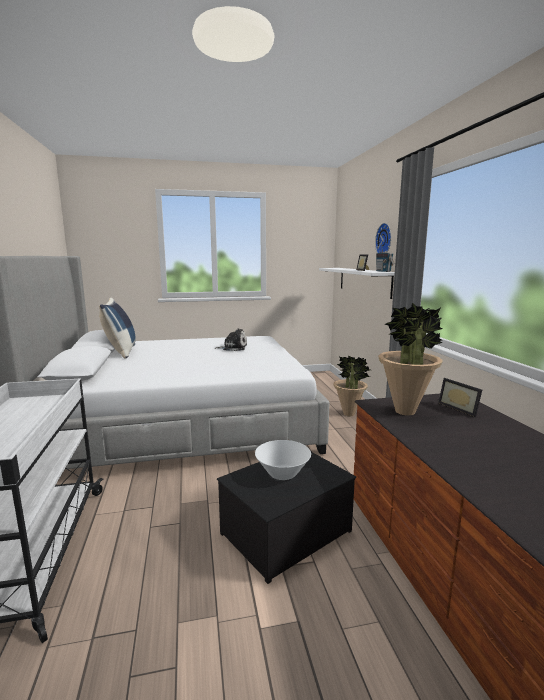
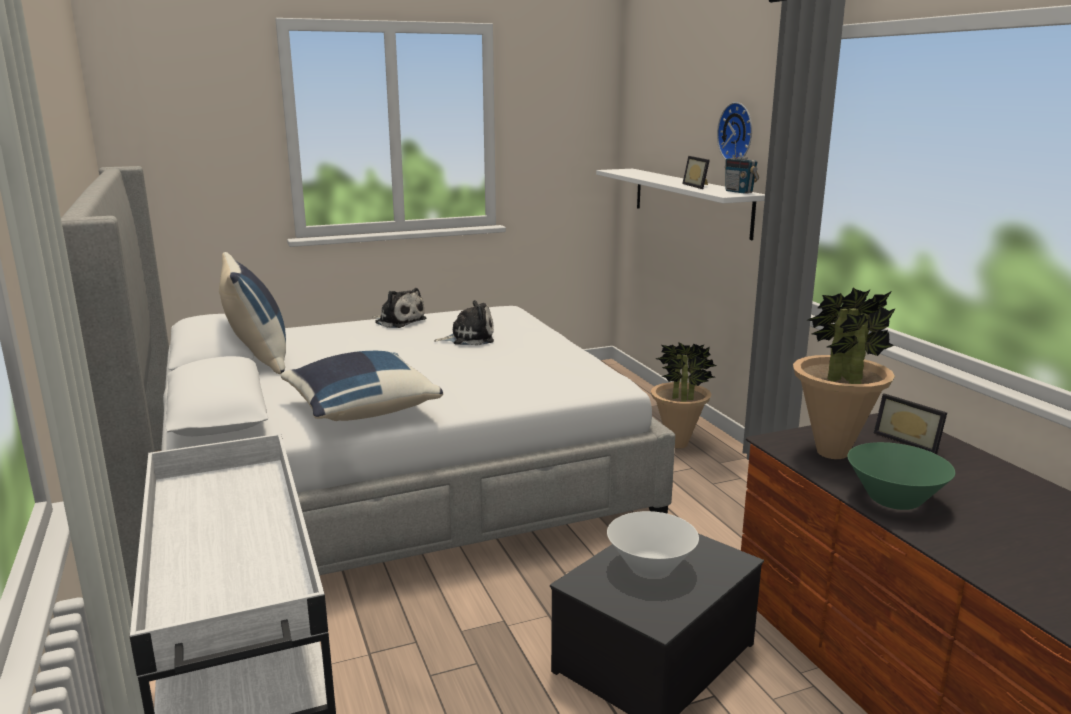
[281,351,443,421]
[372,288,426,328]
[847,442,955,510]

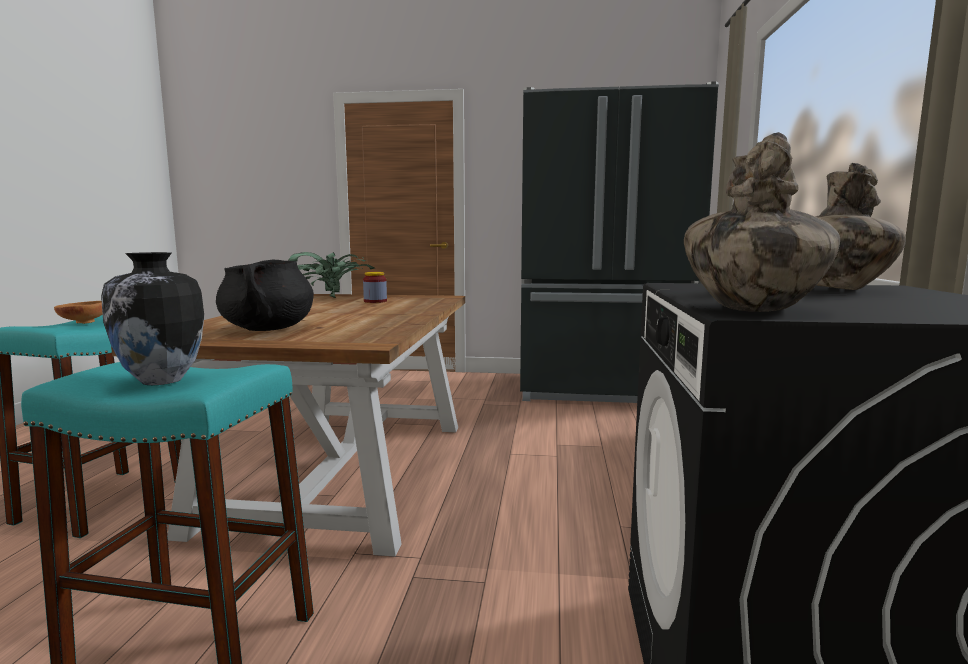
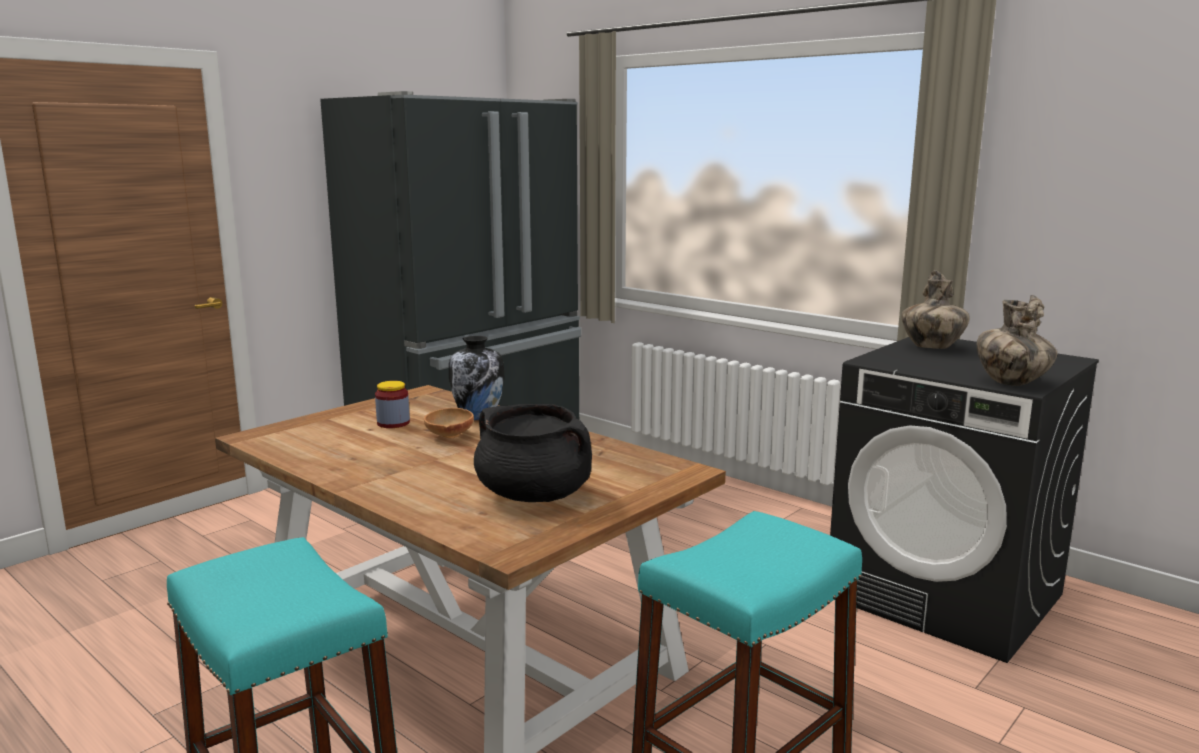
[288,252,375,298] (first image)
[424,408,474,438]
[449,336,505,420]

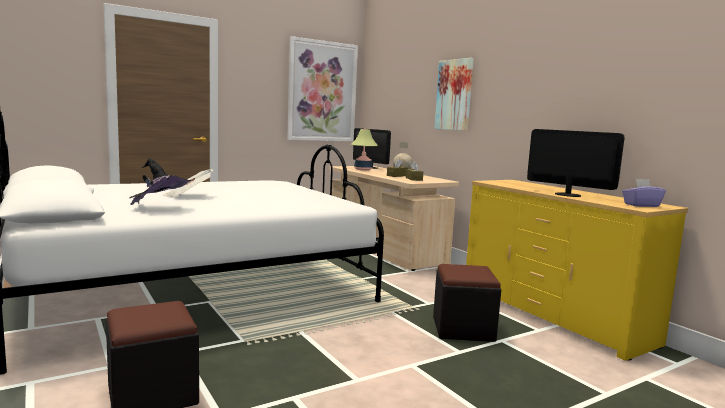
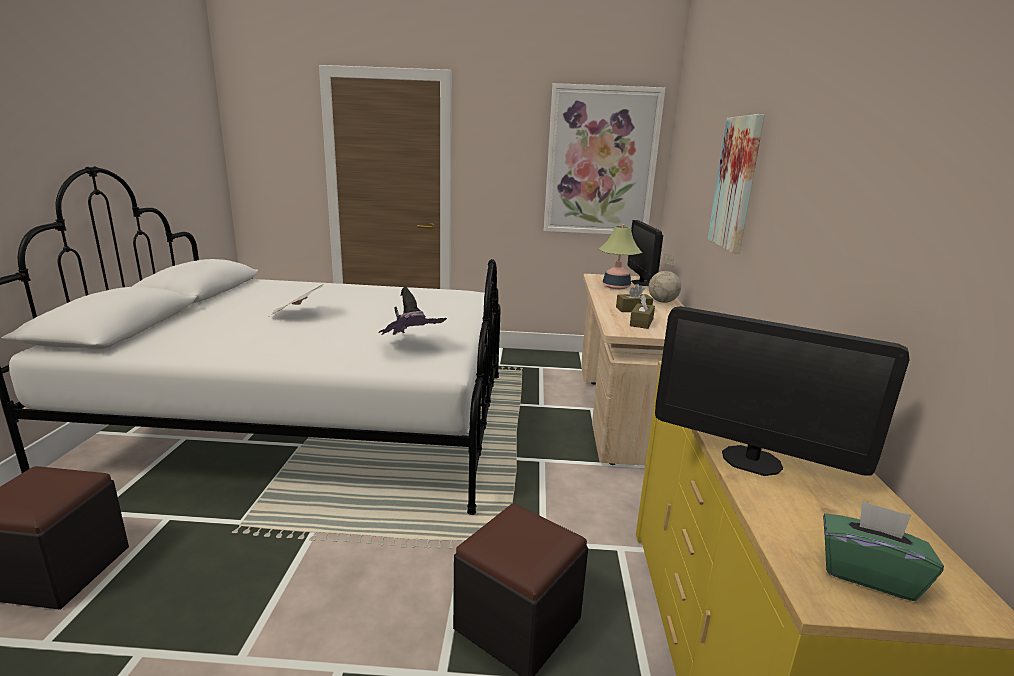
[378,286,447,335]
[823,500,944,601]
[655,306,910,476]

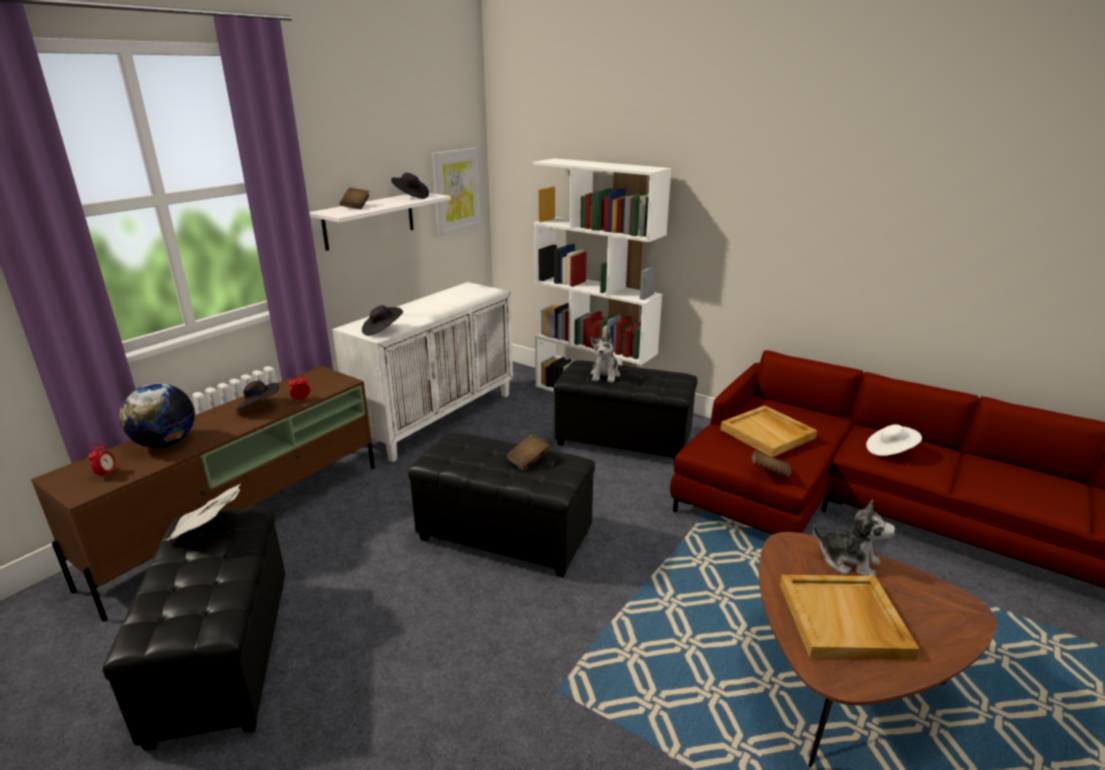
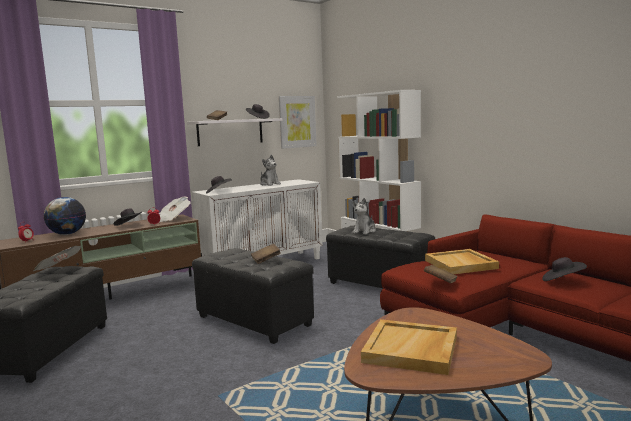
[159,197,191,222]
[260,154,281,186]
[542,257,587,281]

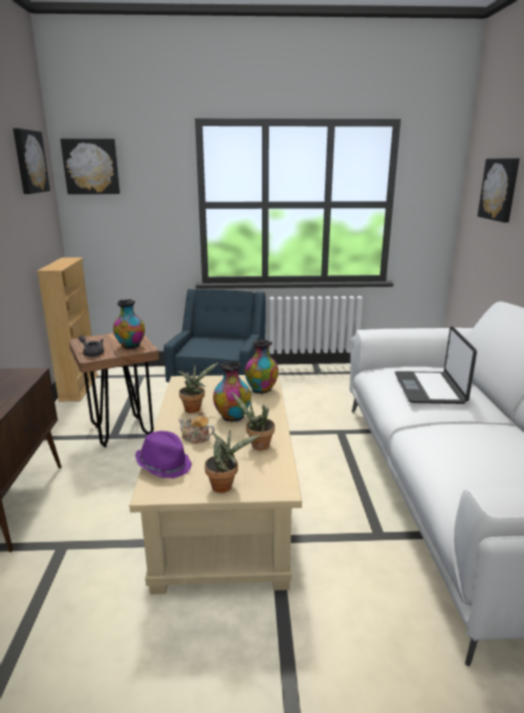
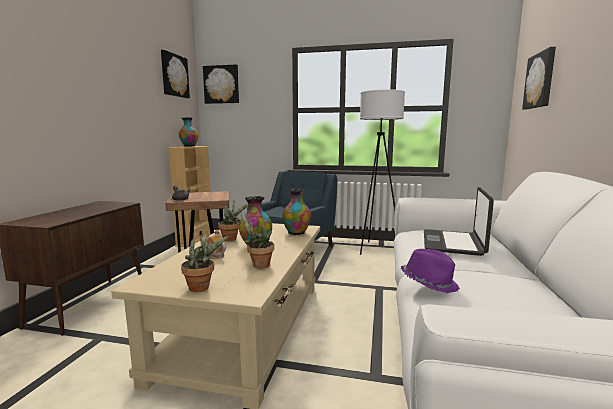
[360,89,405,255]
[179,117,198,147]
[401,249,460,293]

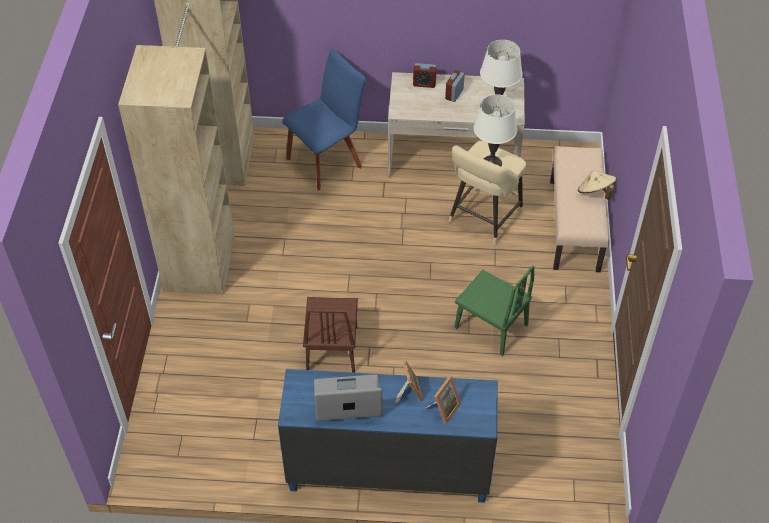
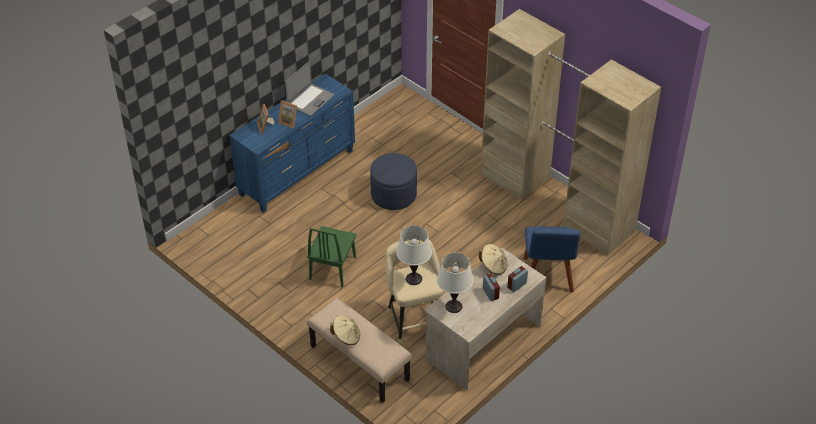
[479,244,508,275]
[370,153,417,210]
[307,226,356,287]

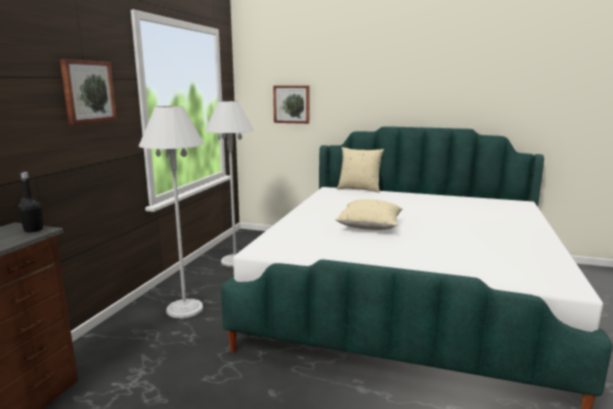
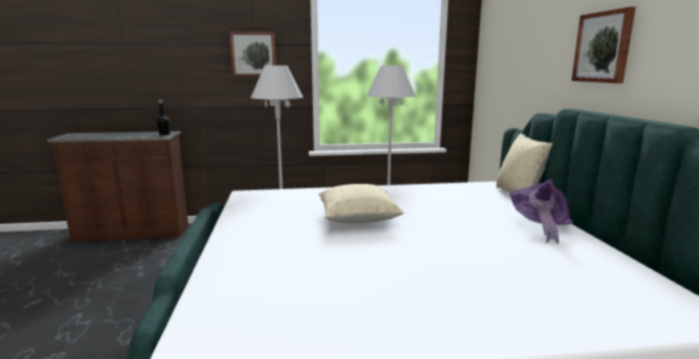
[510,180,574,243]
[572,7,636,83]

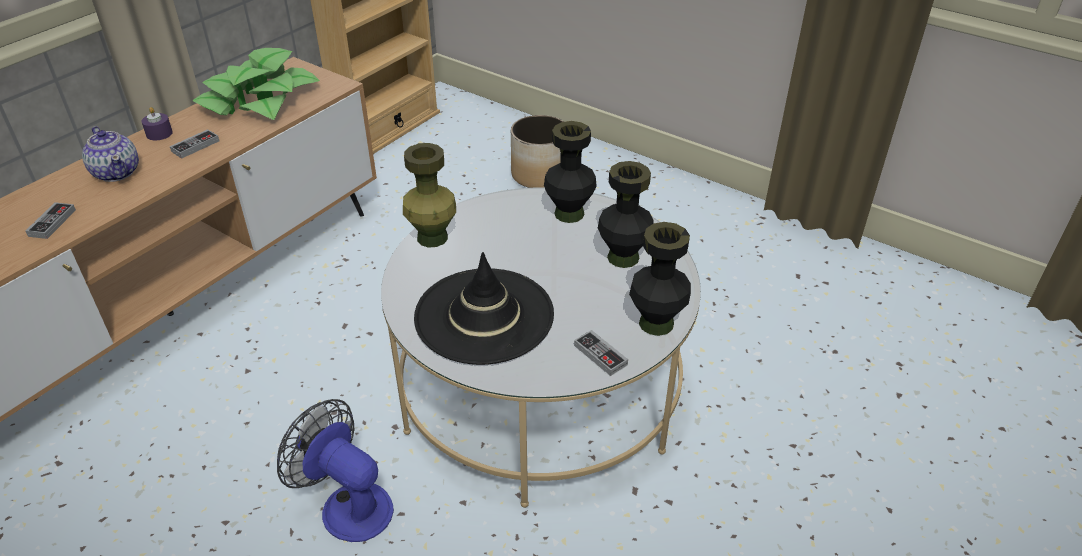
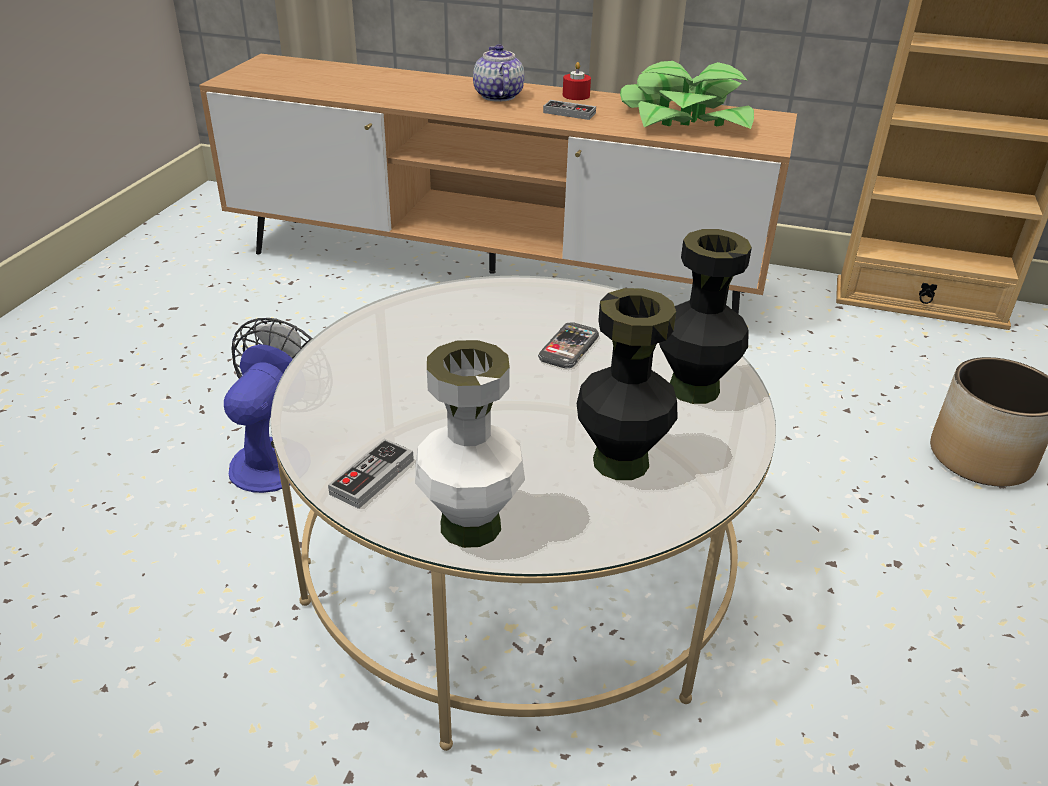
[26,202,76,239] (first image)
[403,143,456,248] (first image)
[414,252,554,365] (first image)
[538,322,599,368]
[563,62,591,100]
[415,340,525,548]
[473,45,524,101]

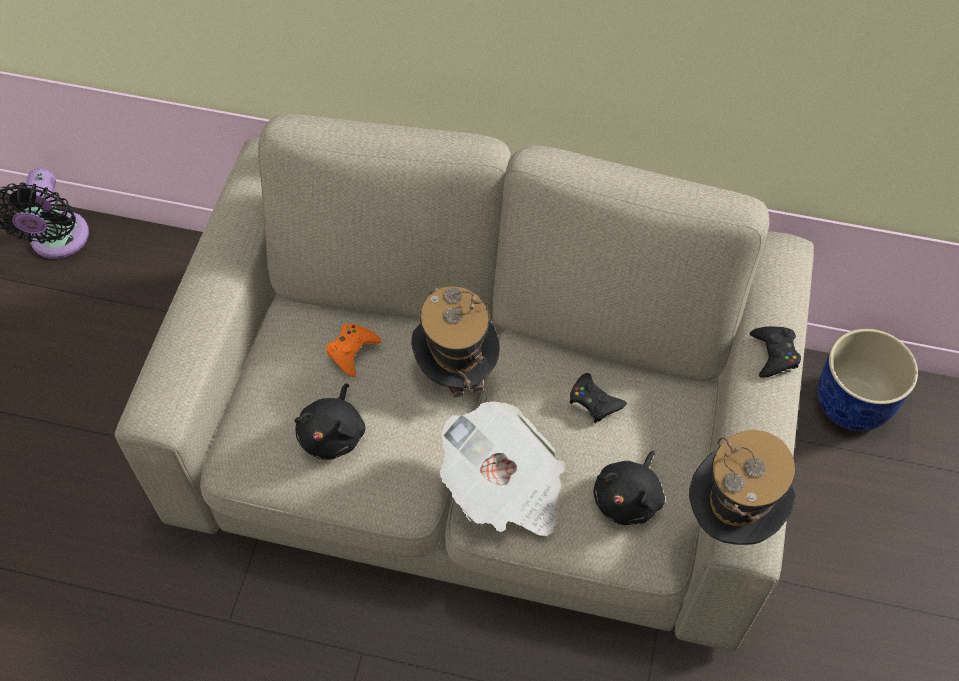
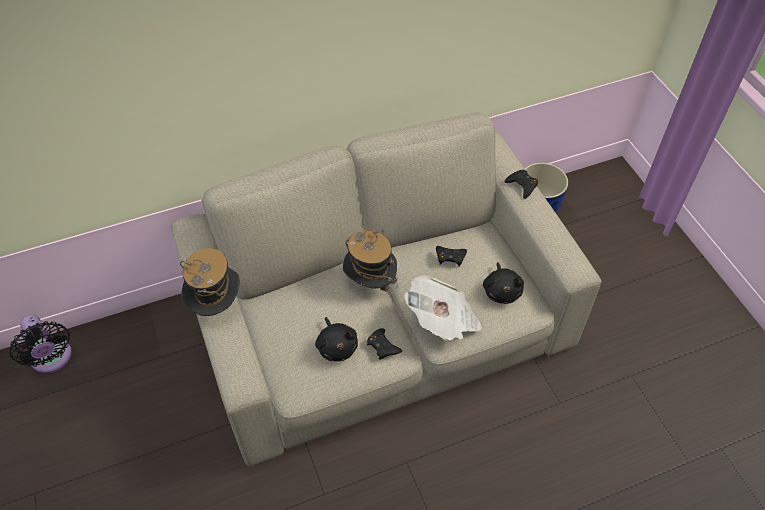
[326,324,381,377] (first image)
[367,328,402,360]
[180,248,240,316]

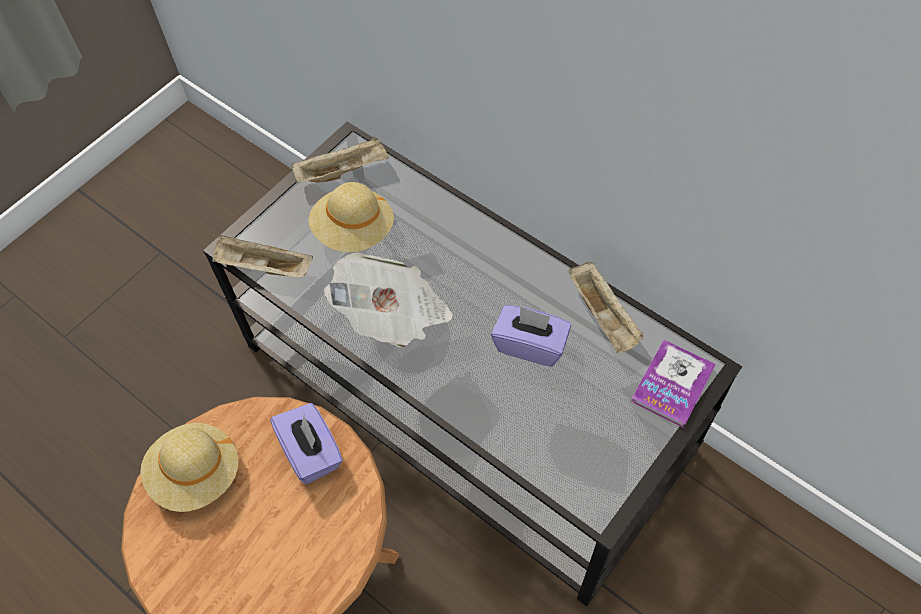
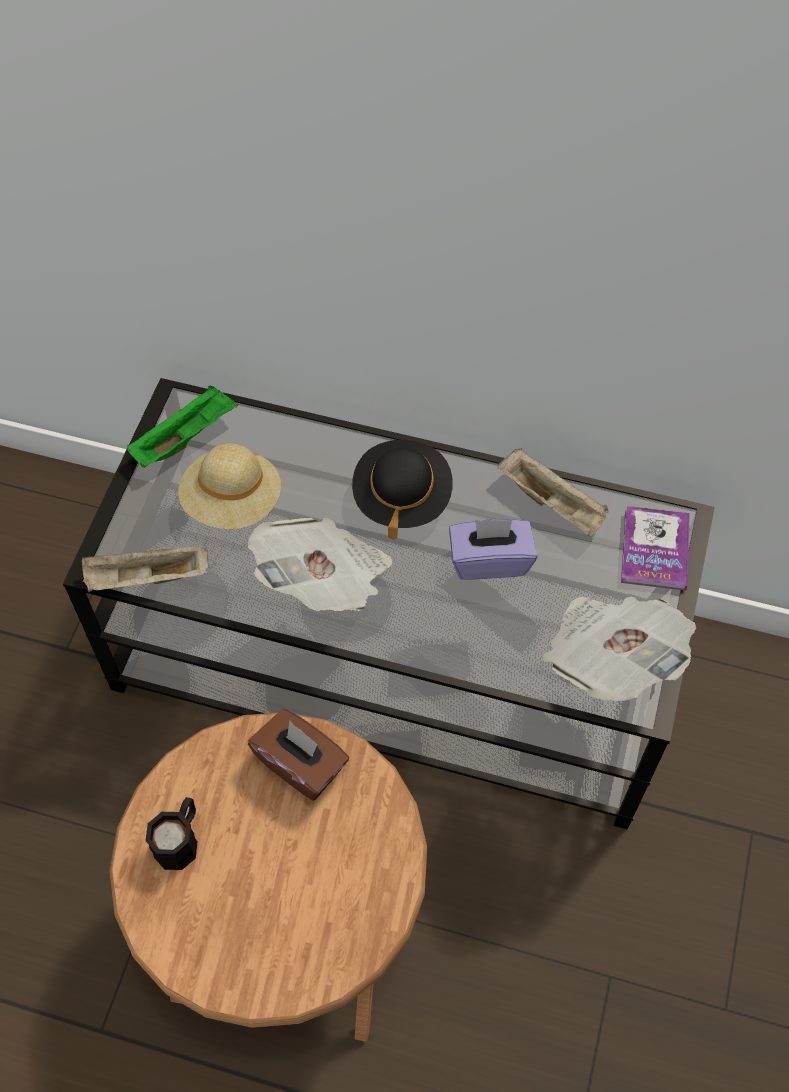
[352,440,453,540]
[542,596,697,701]
[146,797,198,870]
[248,709,349,801]
[127,385,238,468]

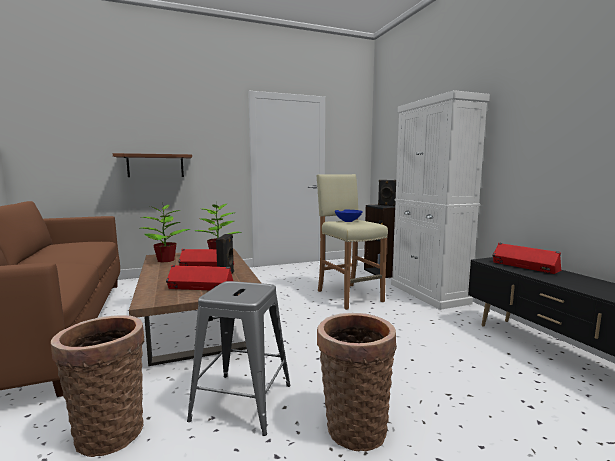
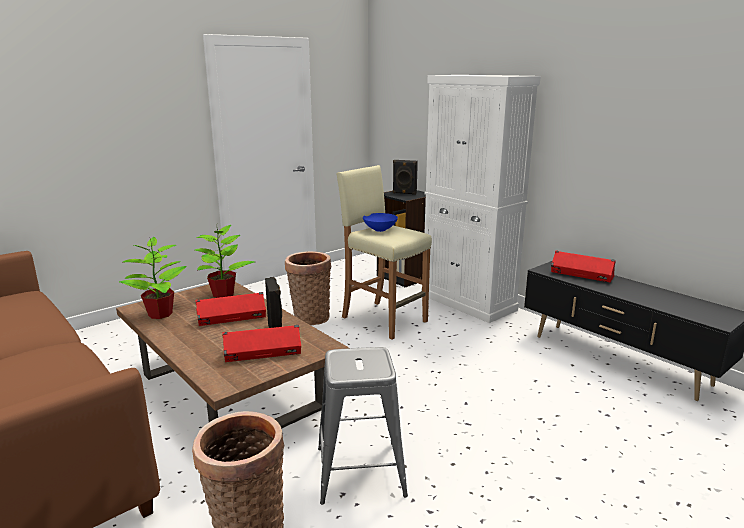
[113,153,192,177] (first image)
[285,251,332,325]

